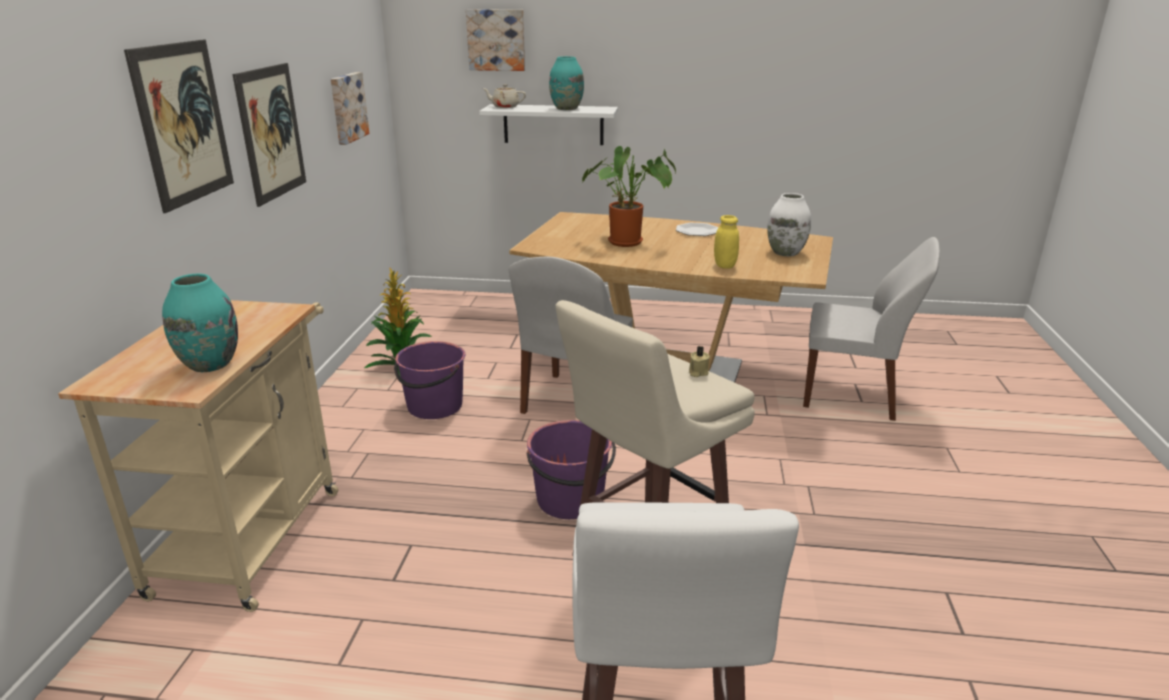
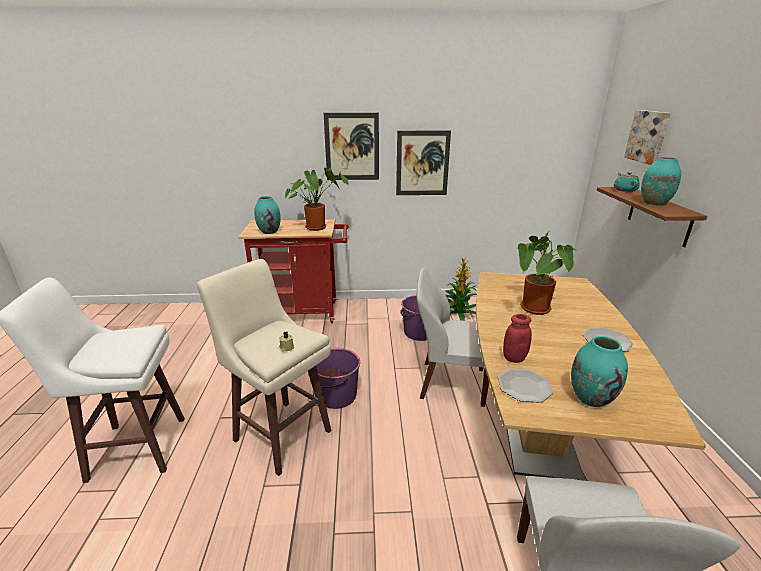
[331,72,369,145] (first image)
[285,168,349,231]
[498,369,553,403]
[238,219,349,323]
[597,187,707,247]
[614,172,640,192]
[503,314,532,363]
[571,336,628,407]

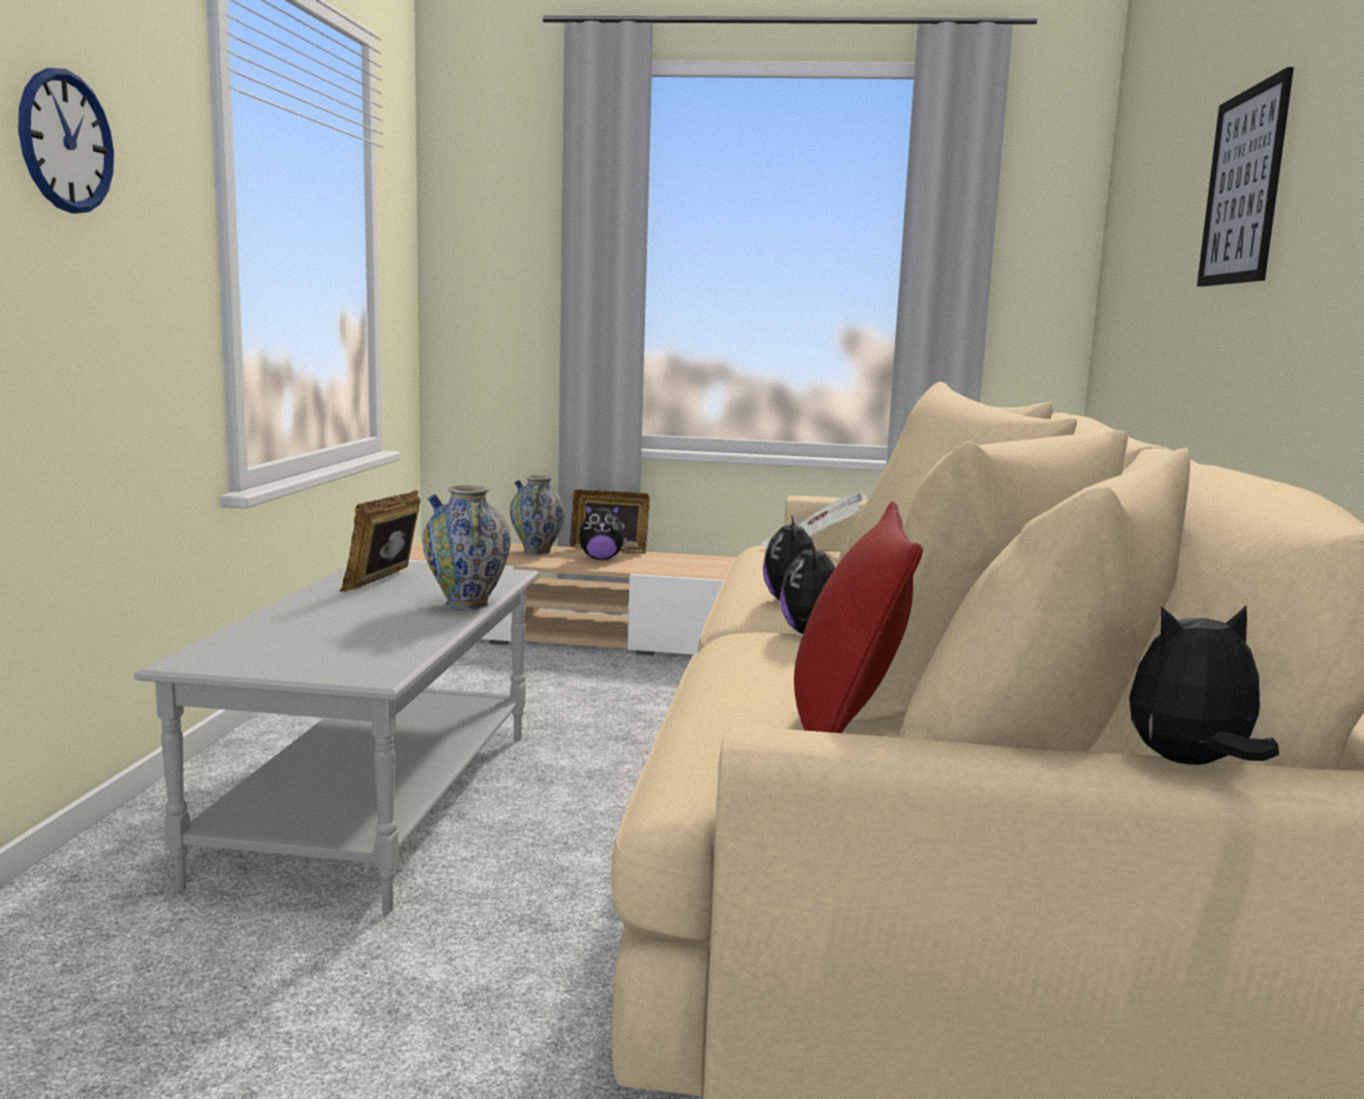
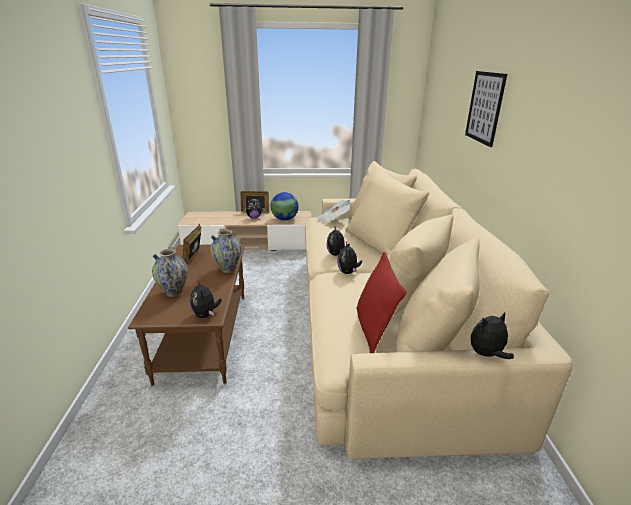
[18,68,114,213] (first image)
[190,279,222,318]
[271,192,299,220]
[152,247,188,297]
[128,244,245,386]

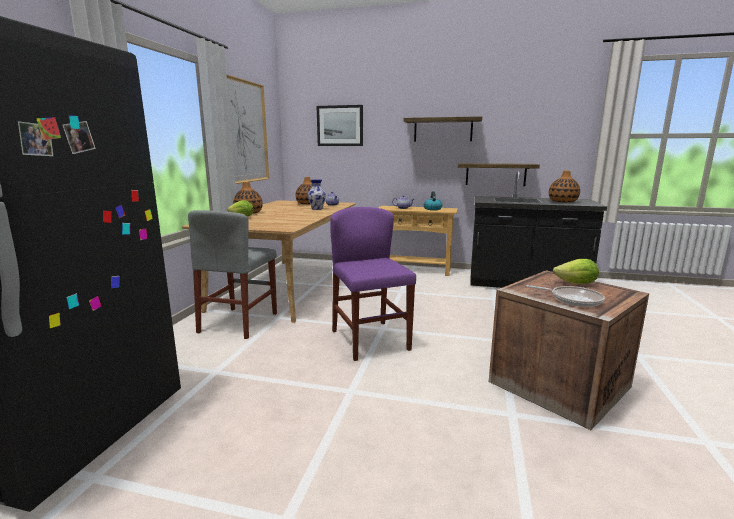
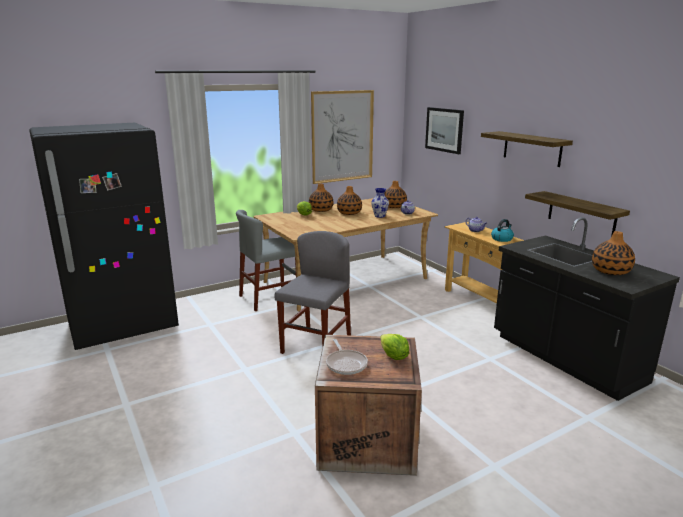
[337,186,362,215]
[274,231,351,354]

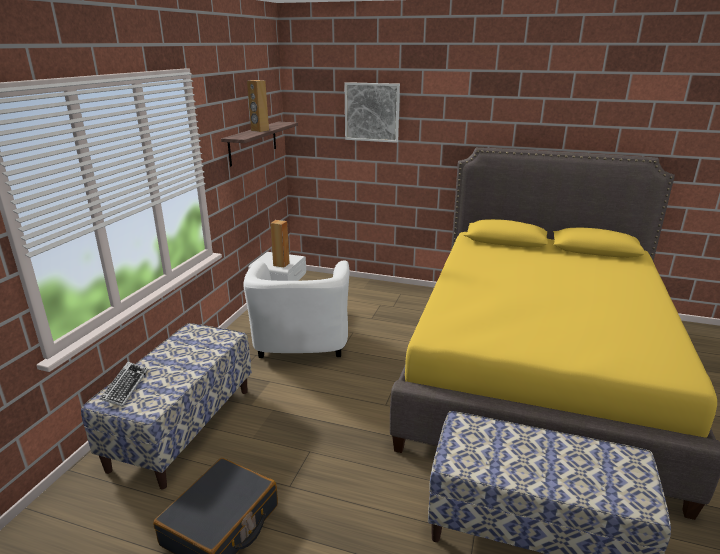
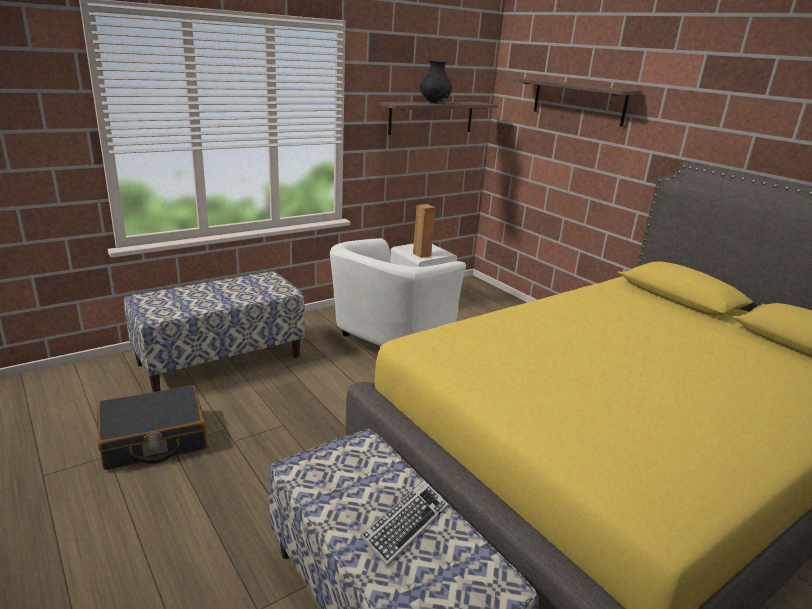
[360,480,448,566]
[420,61,452,103]
[511,78,642,127]

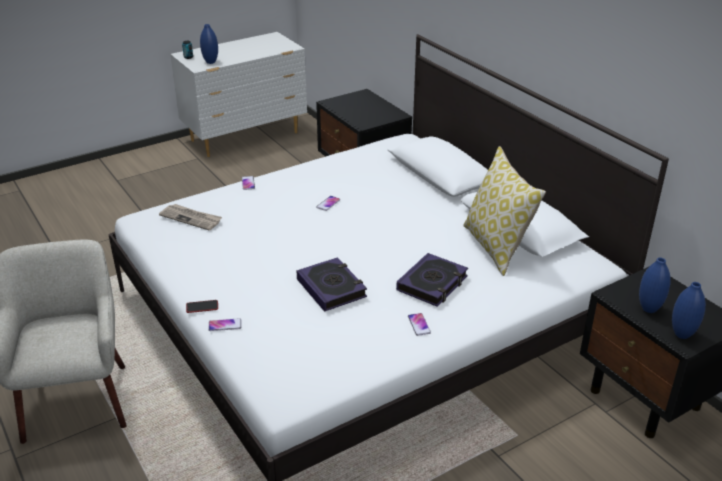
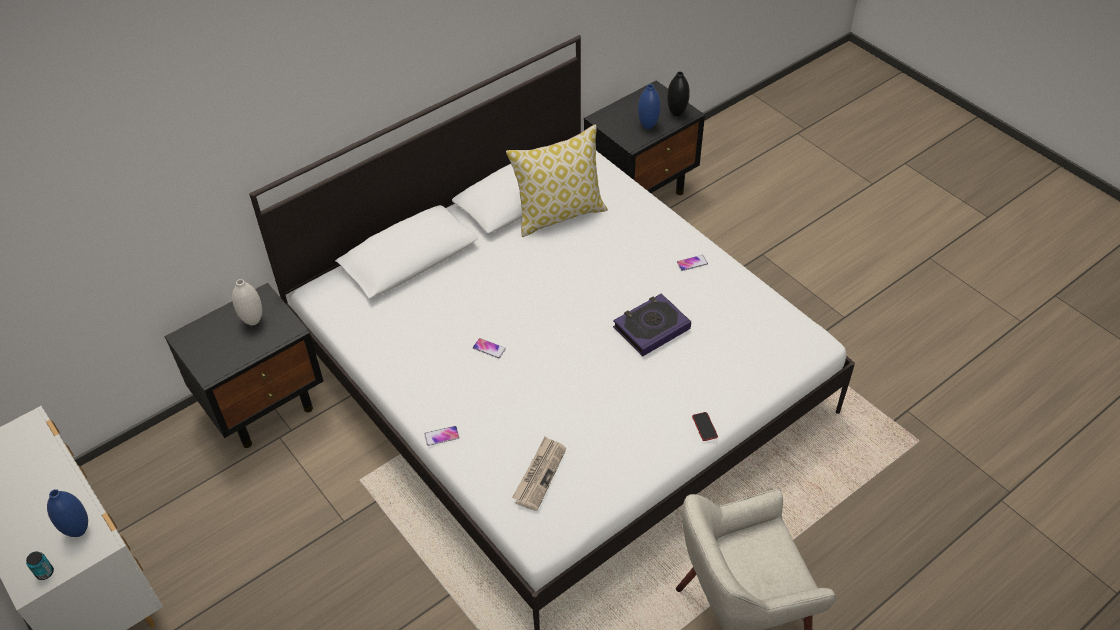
[208,318,241,331] (first image)
[396,253,468,307] (first image)
[232,279,262,326]
[667,72,690,116]

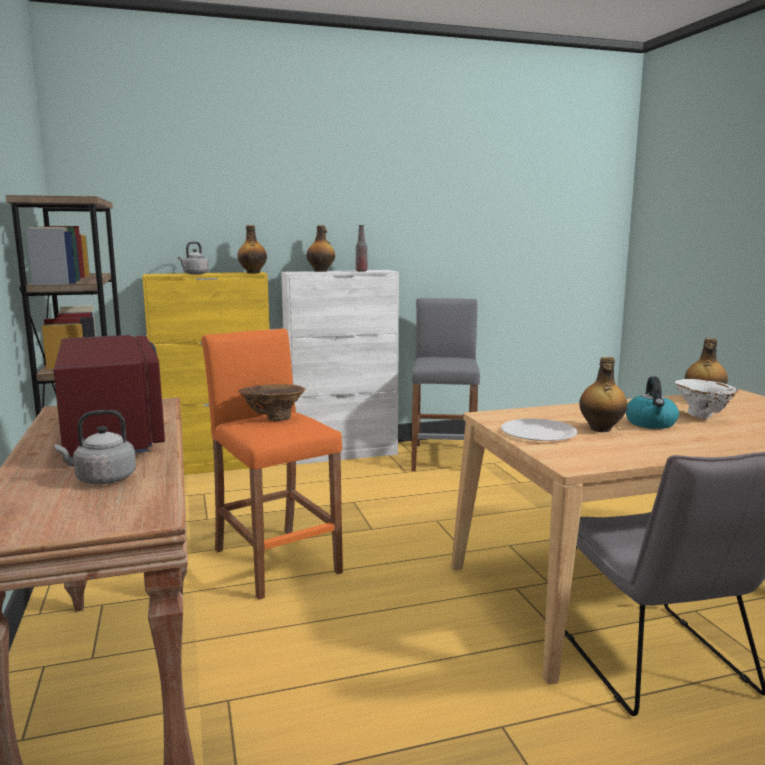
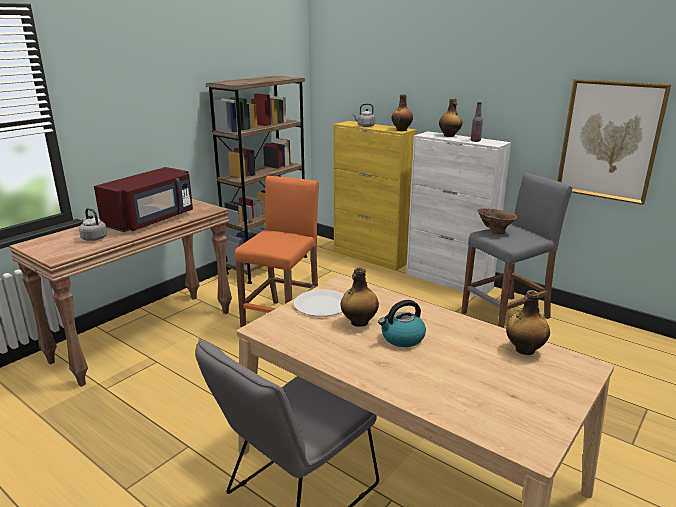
[675,379,738,419] (first image)
[557,79,671,205]
[477,208,517,234]

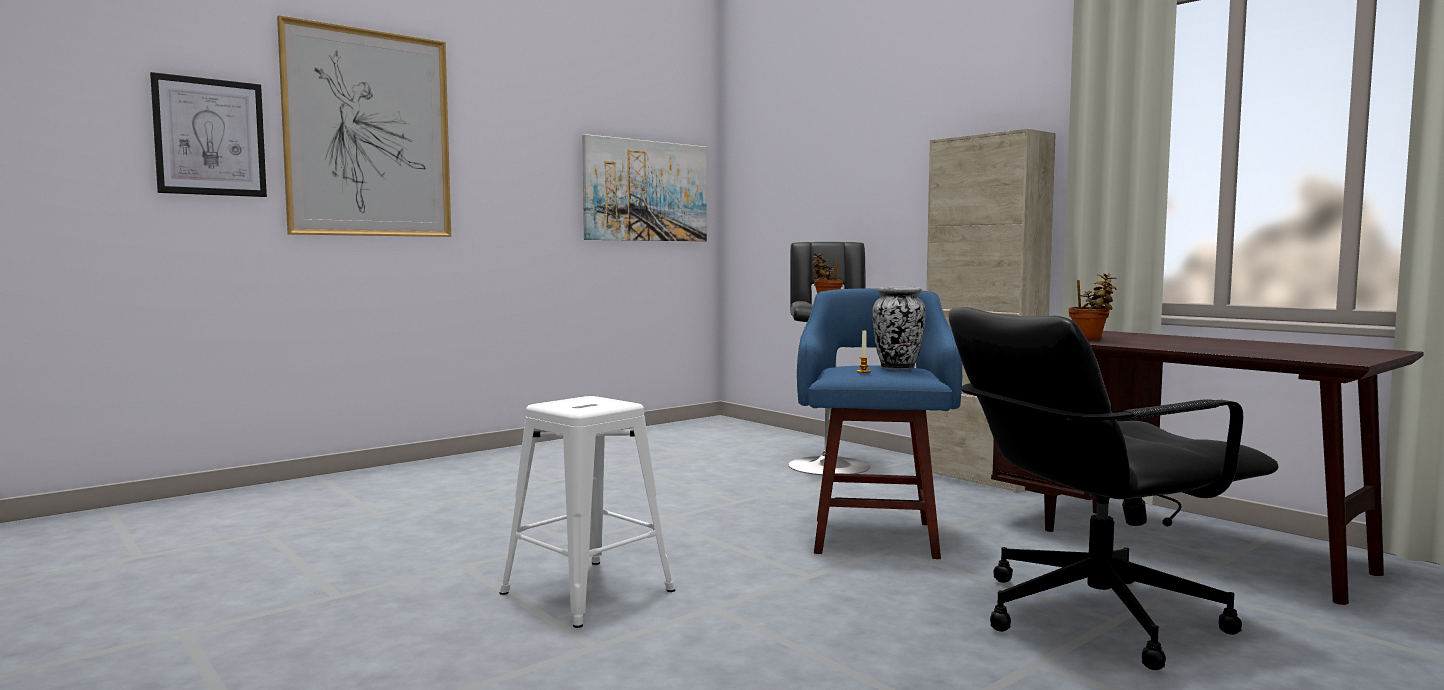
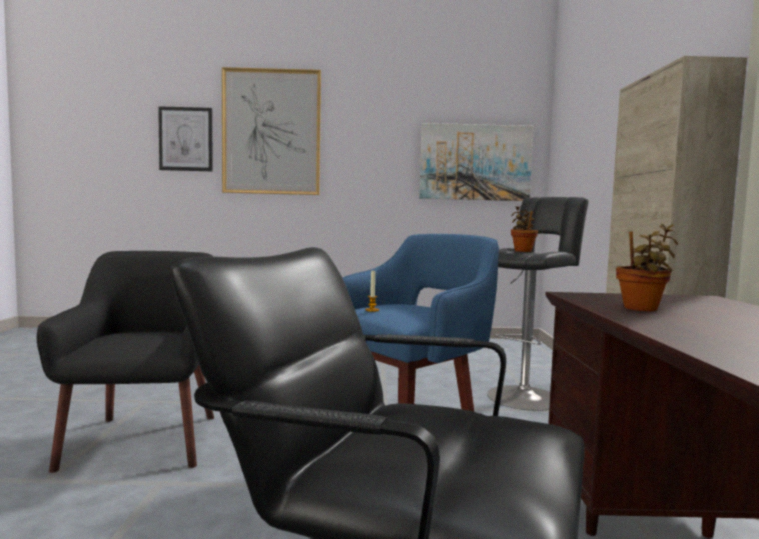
[872,287,926,370] (first image)
[37,251,214,473]

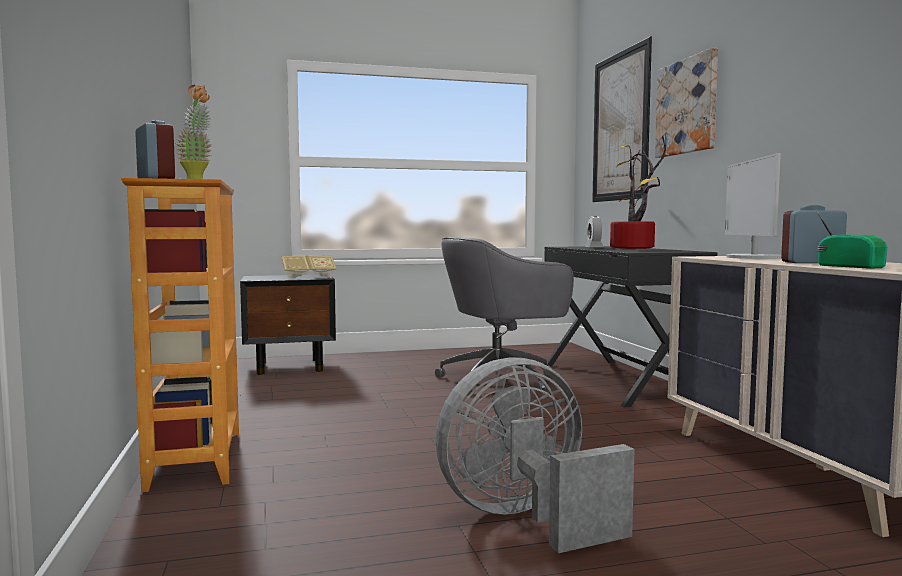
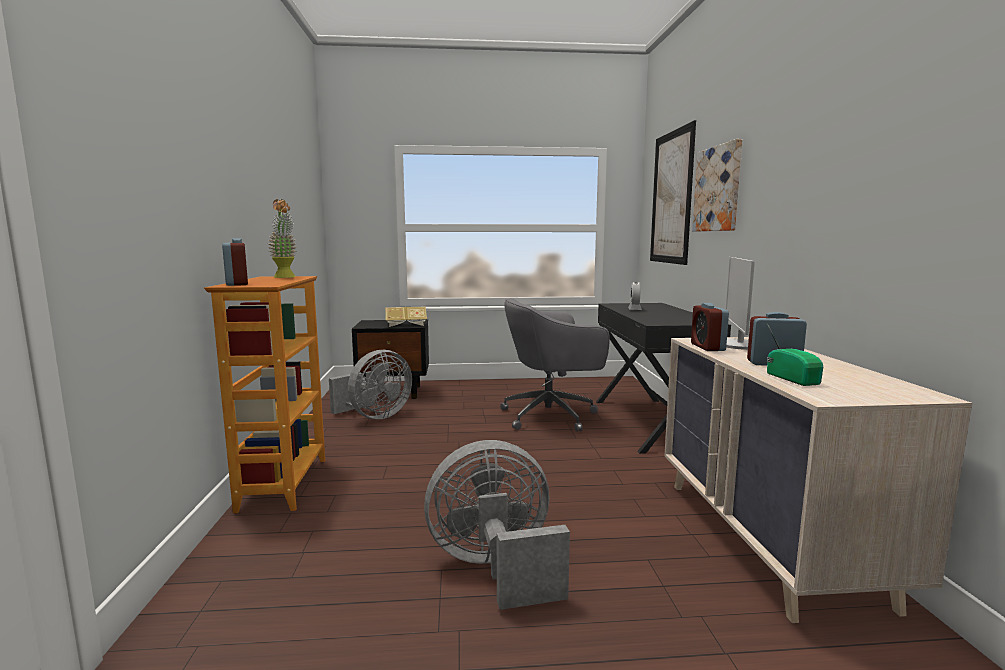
[610,136,666,249] (first image)
[329,350,412,419]
[691,303,729,351]

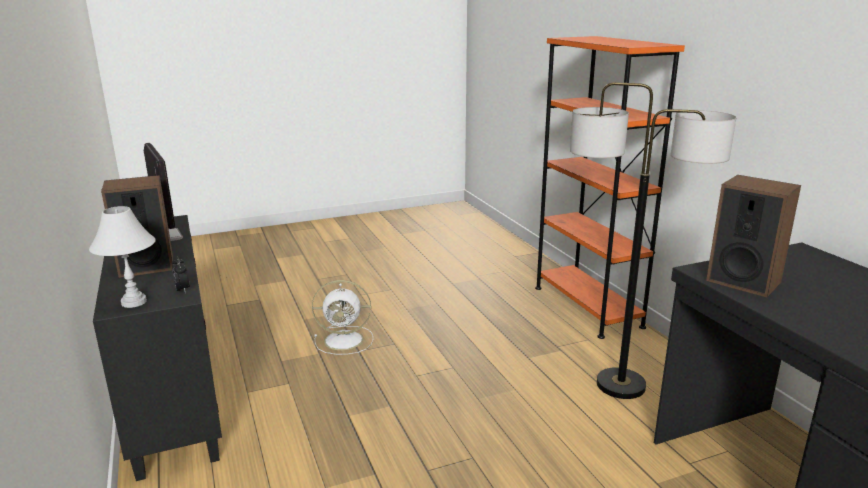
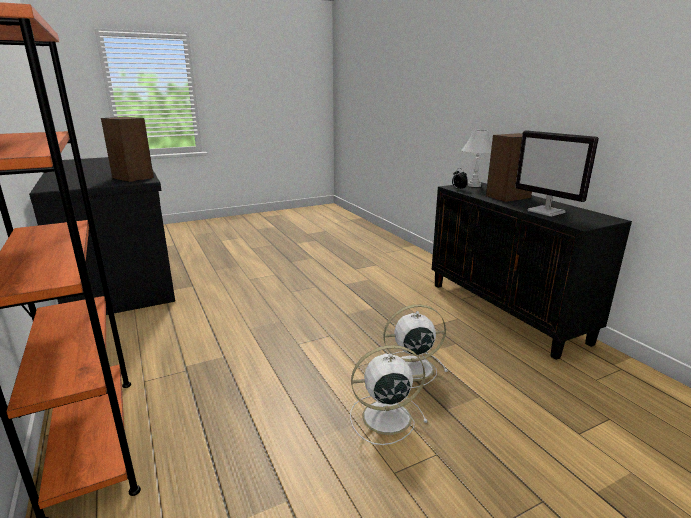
[570,82,736,399] (first image)
[350,345,428,445]

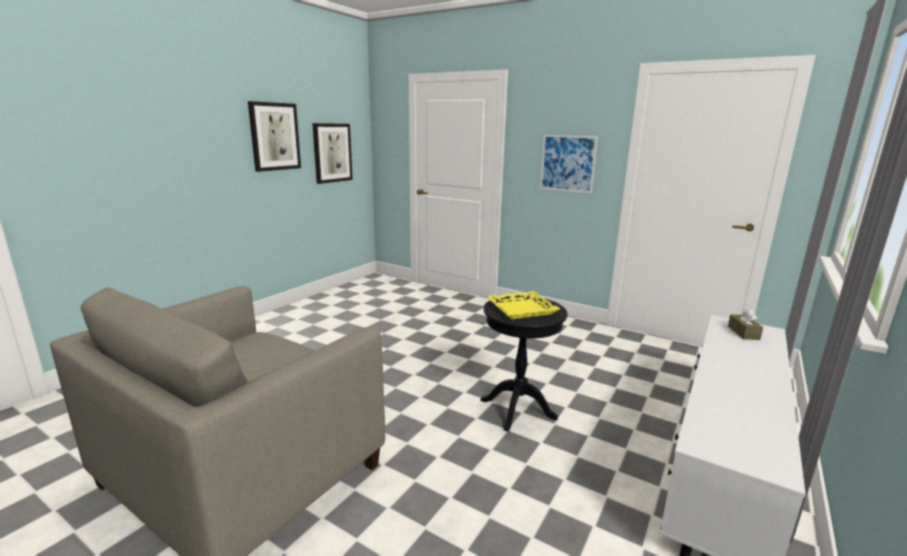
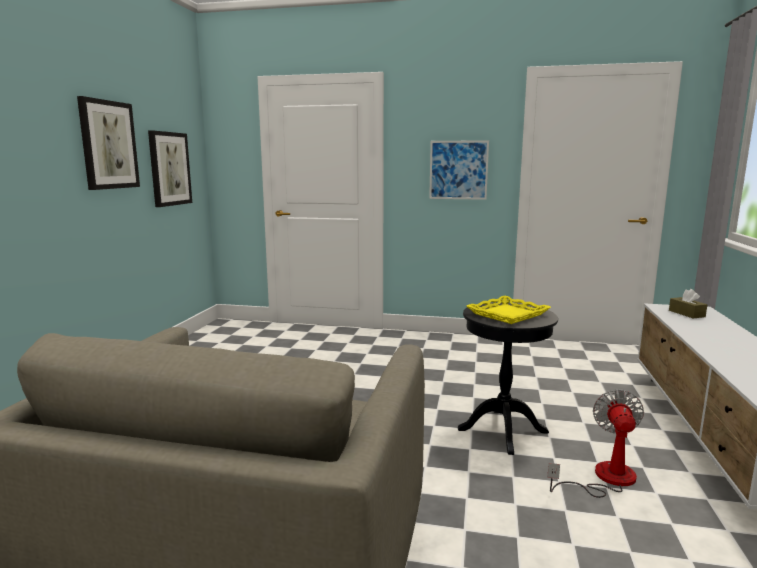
[547,389,644,498]

